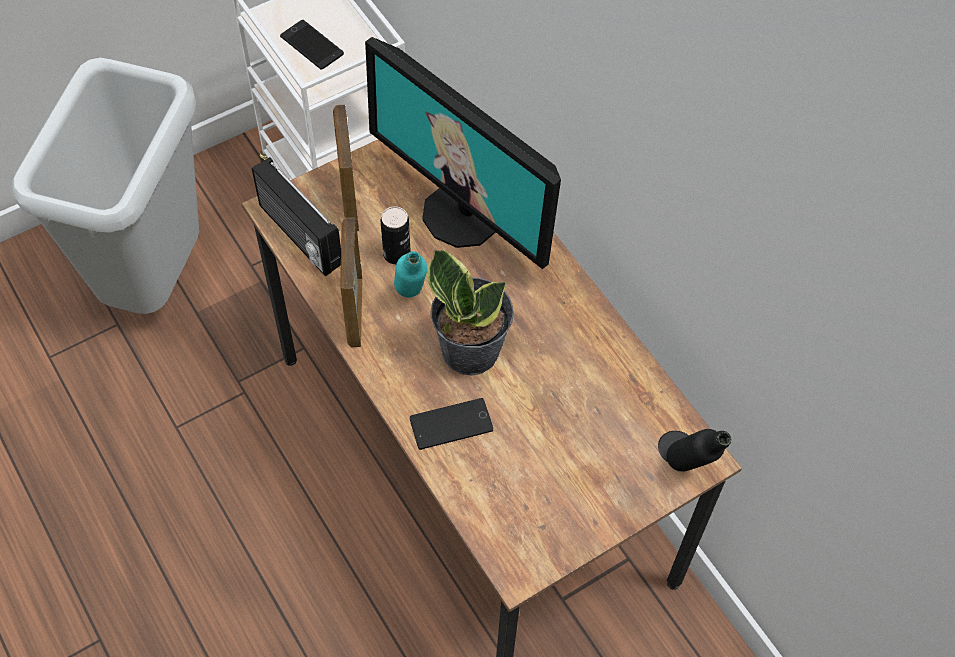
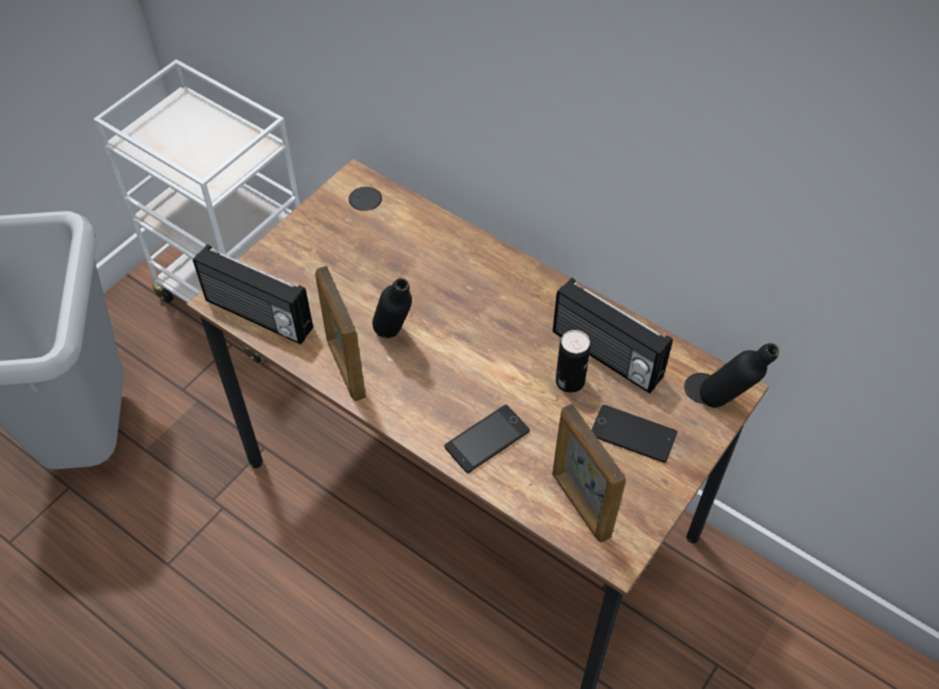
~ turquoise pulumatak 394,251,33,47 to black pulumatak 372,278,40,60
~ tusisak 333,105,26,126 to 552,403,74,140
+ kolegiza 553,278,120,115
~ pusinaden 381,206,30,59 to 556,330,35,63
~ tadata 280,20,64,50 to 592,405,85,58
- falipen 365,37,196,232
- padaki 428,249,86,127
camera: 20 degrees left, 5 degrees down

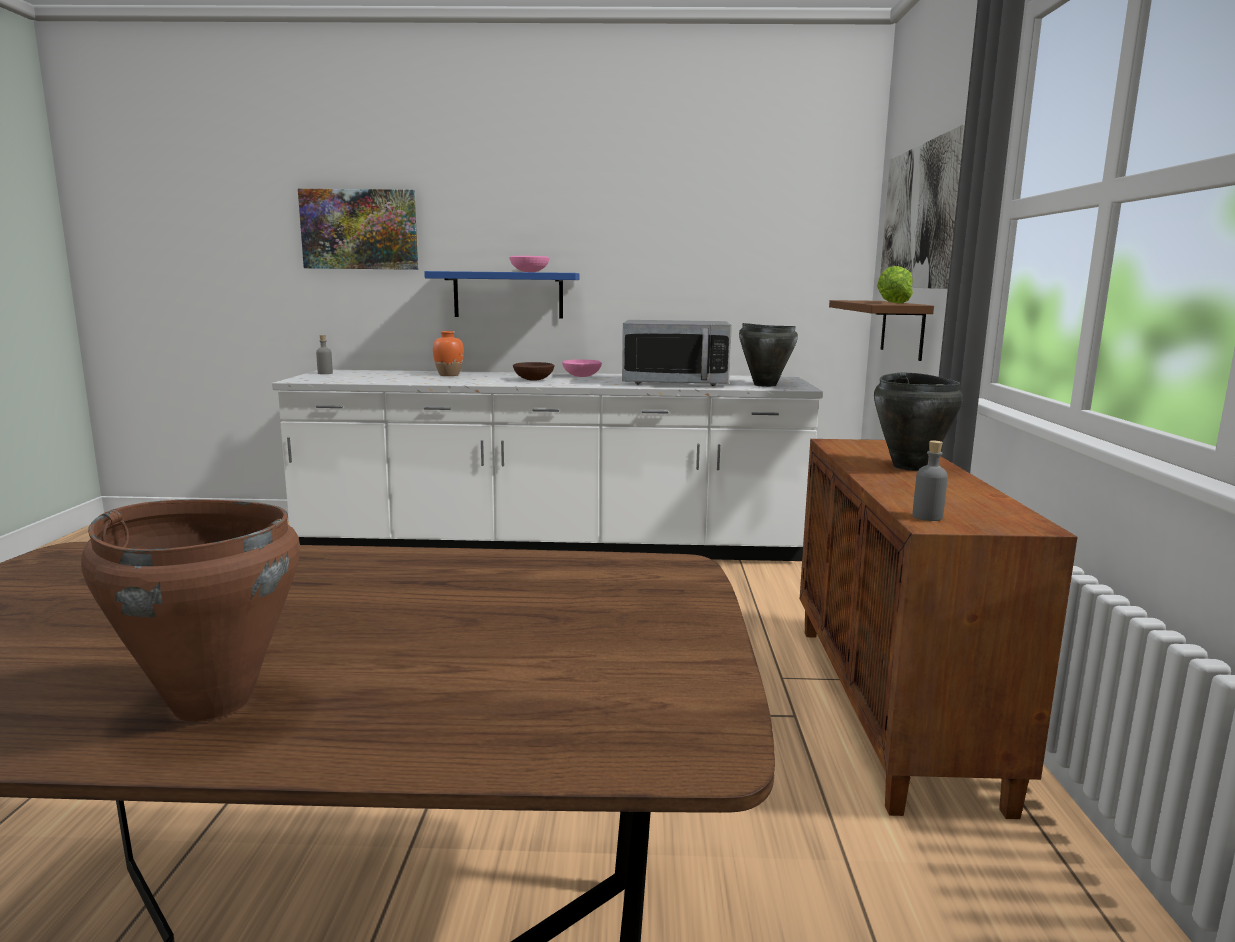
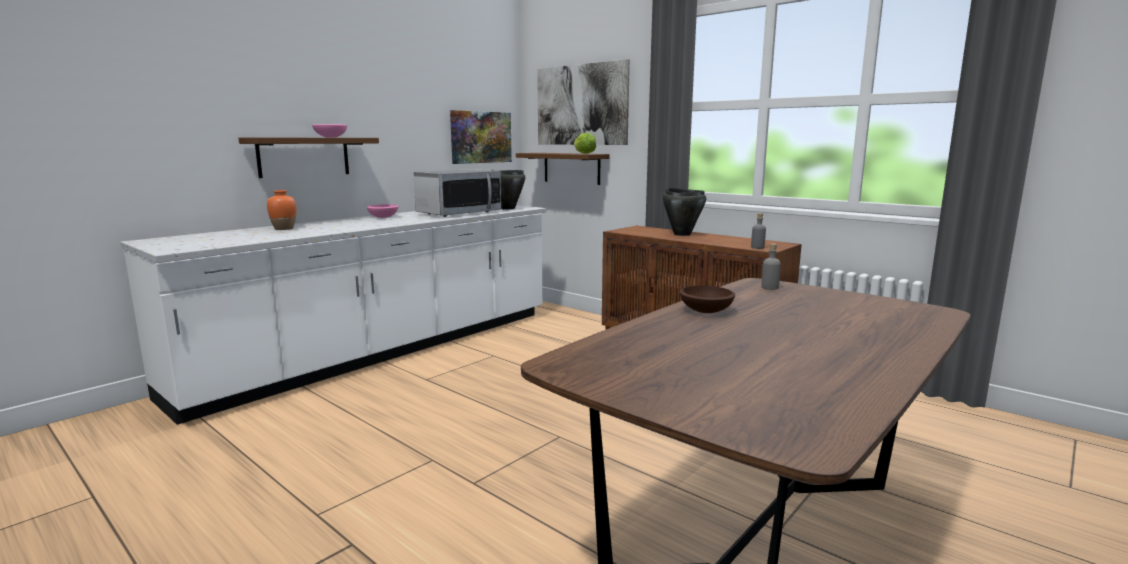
~ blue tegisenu 424,271,156,47 to brown tegisenu 239,138,140,40
~ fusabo 298,189,120,81 to 450,110,62,54
~ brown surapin 513,362,42,18 to 680,286,56,27
~ grey pulumatak 316,335,17,39 to 761,243,20,47
- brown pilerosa 81,500,219,222
camera: 50 degrees left, 0 degrees up

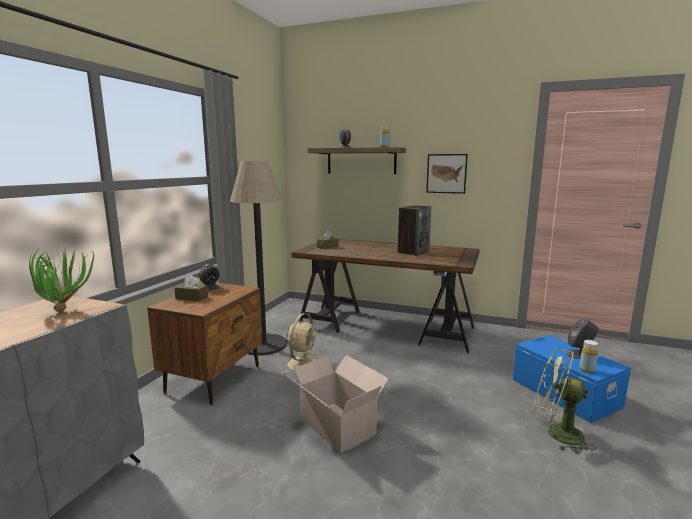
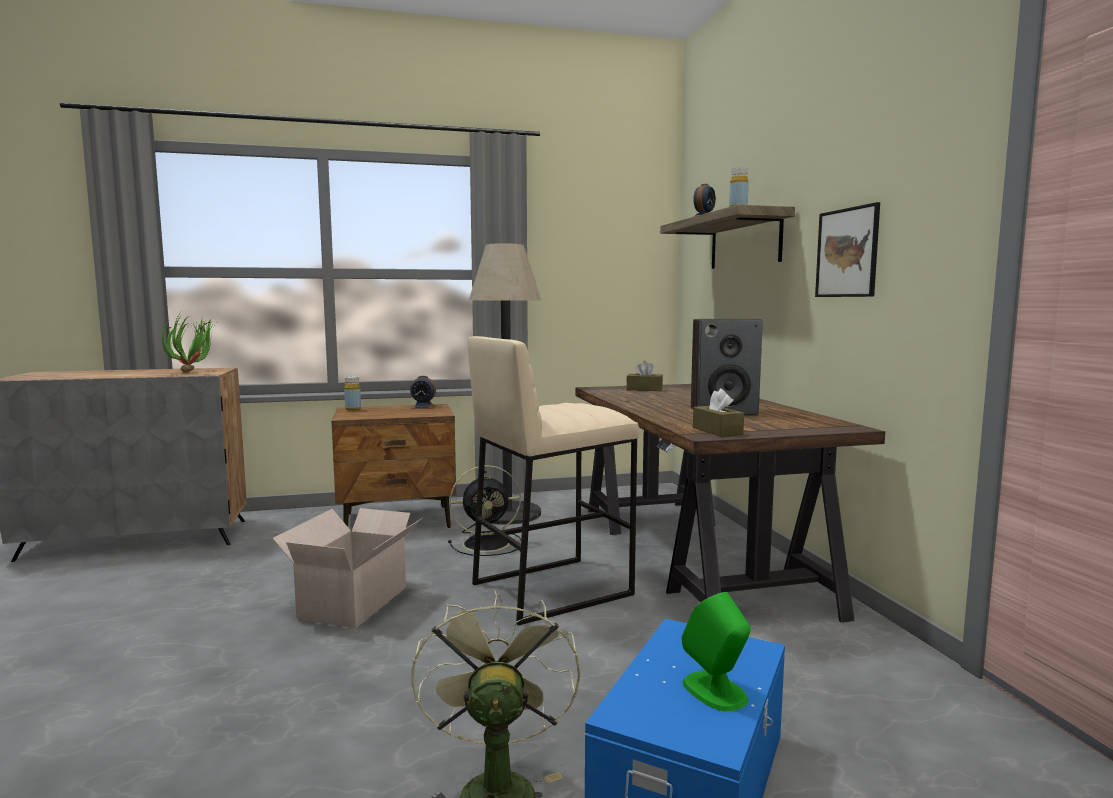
~ yellow pulumatak 580,340,18,33 to 344,376,17,35
~ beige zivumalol 281,313,42,62 to black zivumalol 448,465,73,91
+ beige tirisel 468,336,171,289
~ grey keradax 566,318,33,41 to green keradax 682,592,68,119
~ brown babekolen 175,275,33,26 to 693,388,51,49
camera: 55 degrees right, 5 degrees down

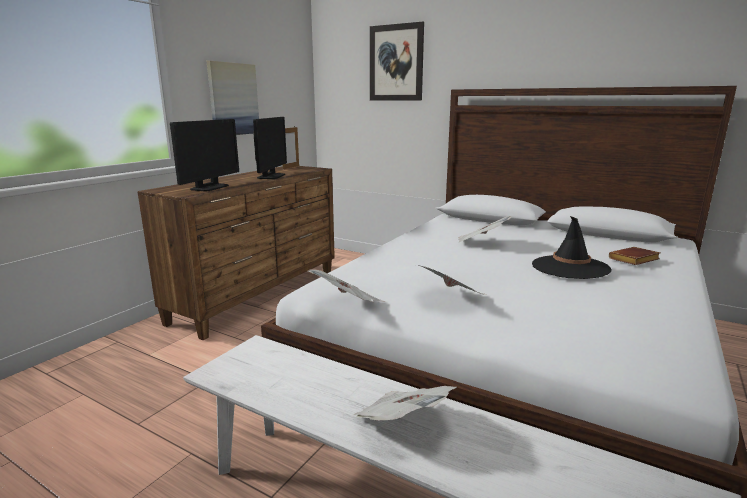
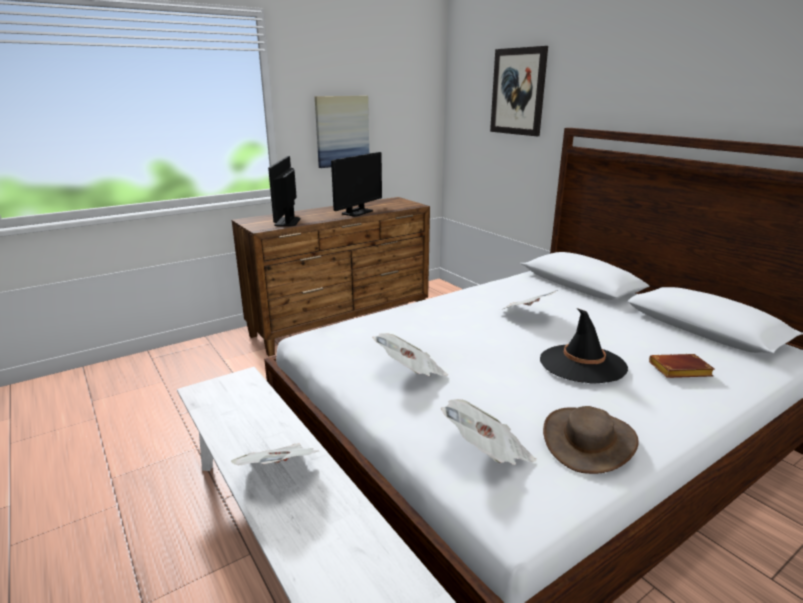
~ falipen 170,119,69,72 = 268,156,33,70 135 degrees clockwise
~ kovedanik 308,269,78,33 to 441,399,95,66
+ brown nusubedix 543,406,96,68
- tusisak 283,127,16,42
camera: 25 degrees right, 5 degrees up

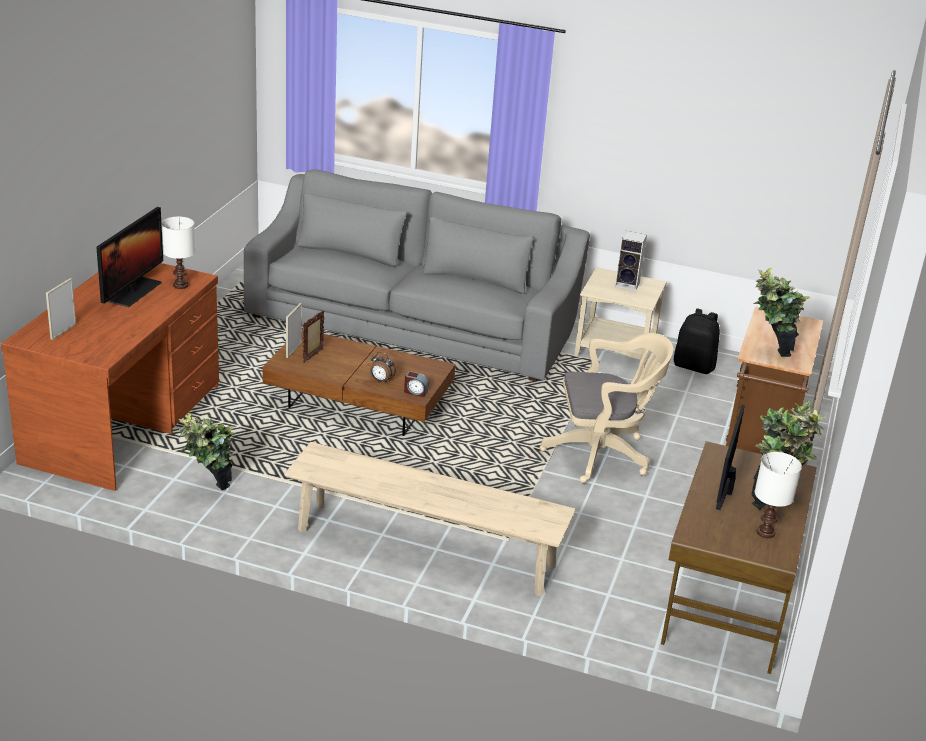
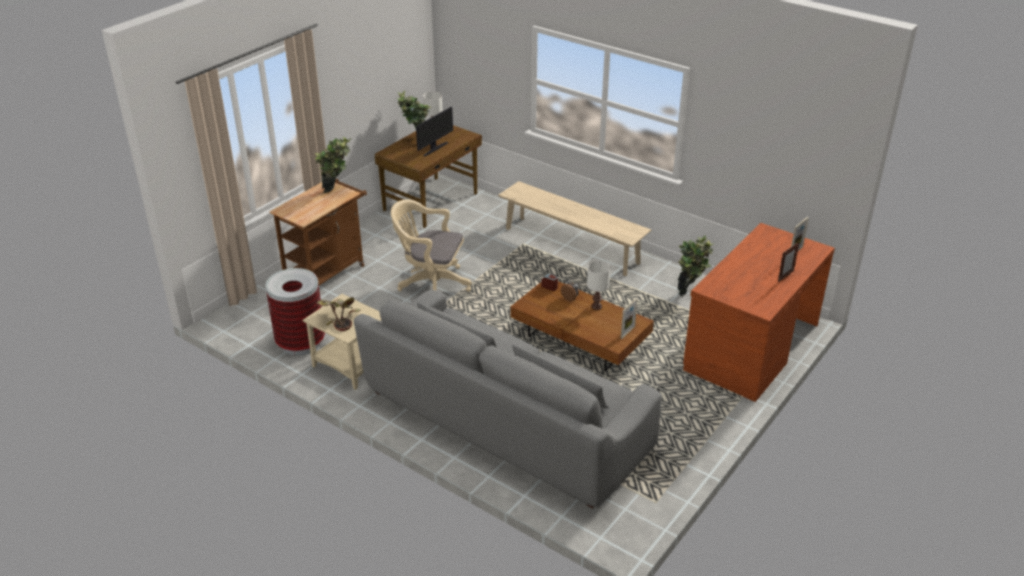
~ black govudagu 674,309,46,65 to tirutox 265,268,60,87
~ keradax 615,231,32,60 to padaki 316,297,45,34
~ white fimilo 161,217,34,72 to 587,261,24,49
~ tusisak 303,310,21,53 to 778,242,22,40
- falipen 96,207,67,100
camera: 160 degrees left, 5 degrees up

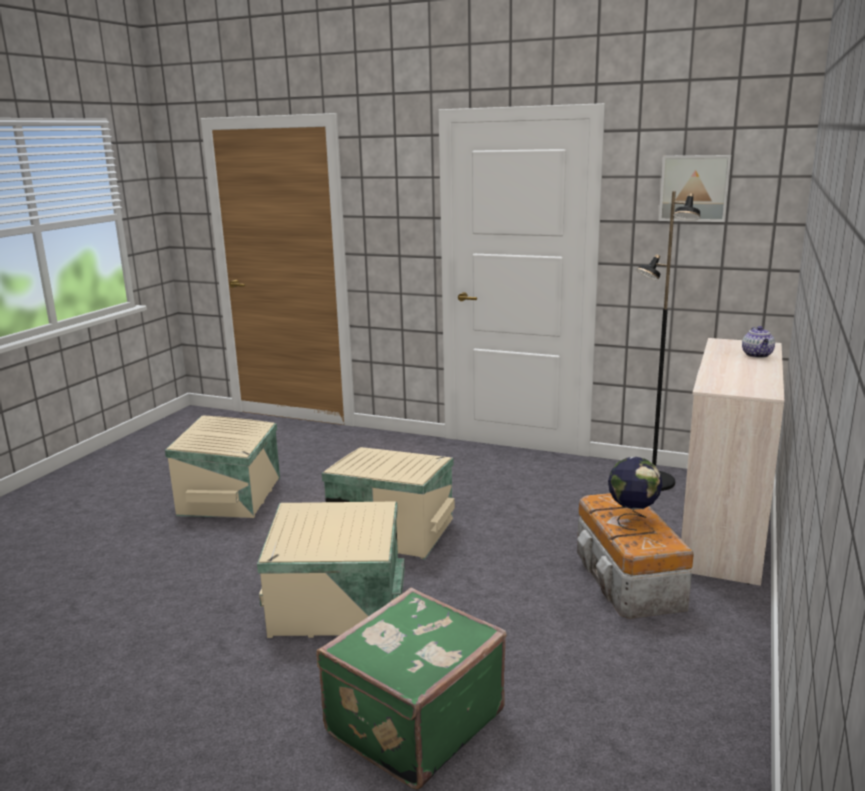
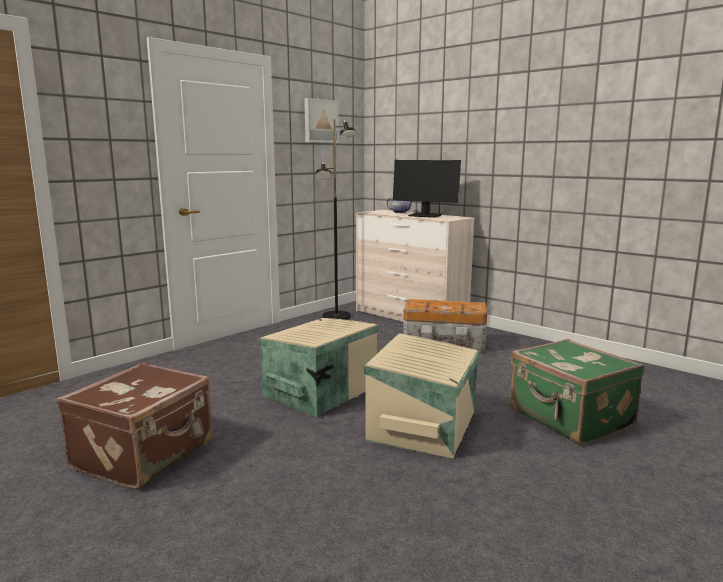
~ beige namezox 165,415,115,103 to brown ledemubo 57,362,155,127
+ falipen 393,160,68,58
- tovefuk 608,457,54,73
camera: 70 degrees left, 5 degrees down

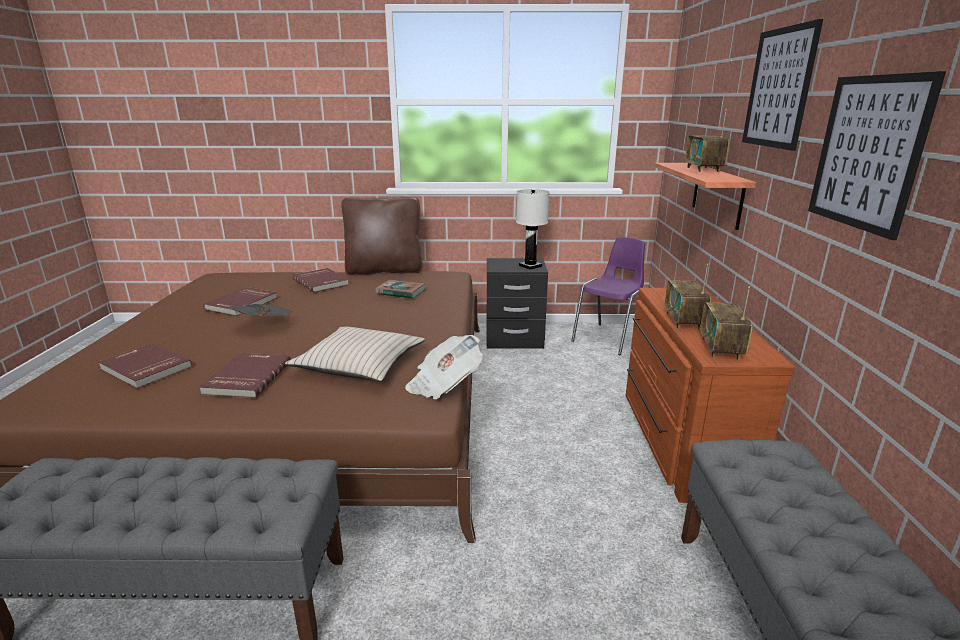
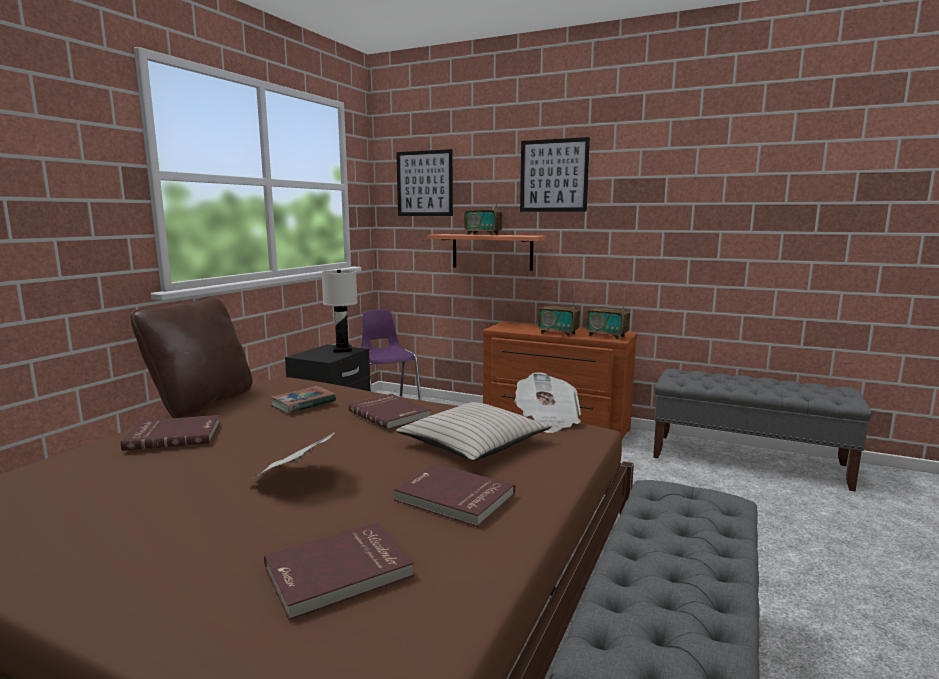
~ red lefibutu 203,287,74,29 to 349,394,82,36
~ fusabo 808,71,138,169 to 396,149,57,67
camera: 65 degrees left, 10 degrees down

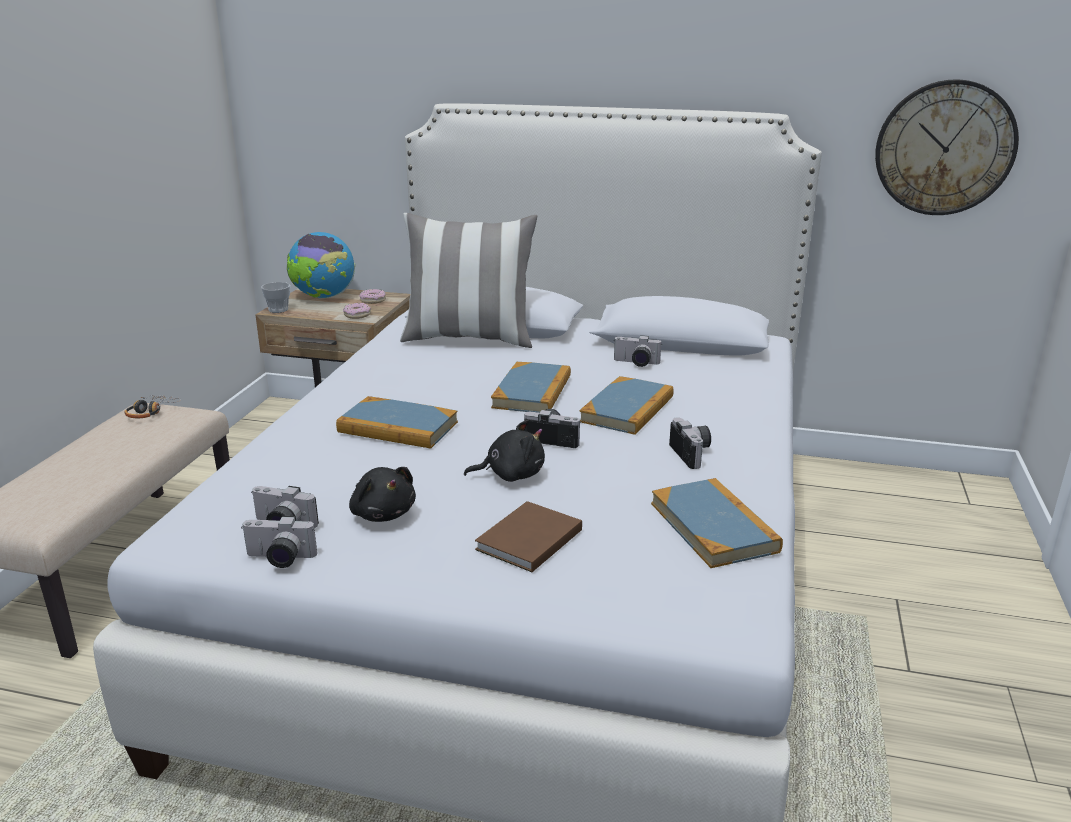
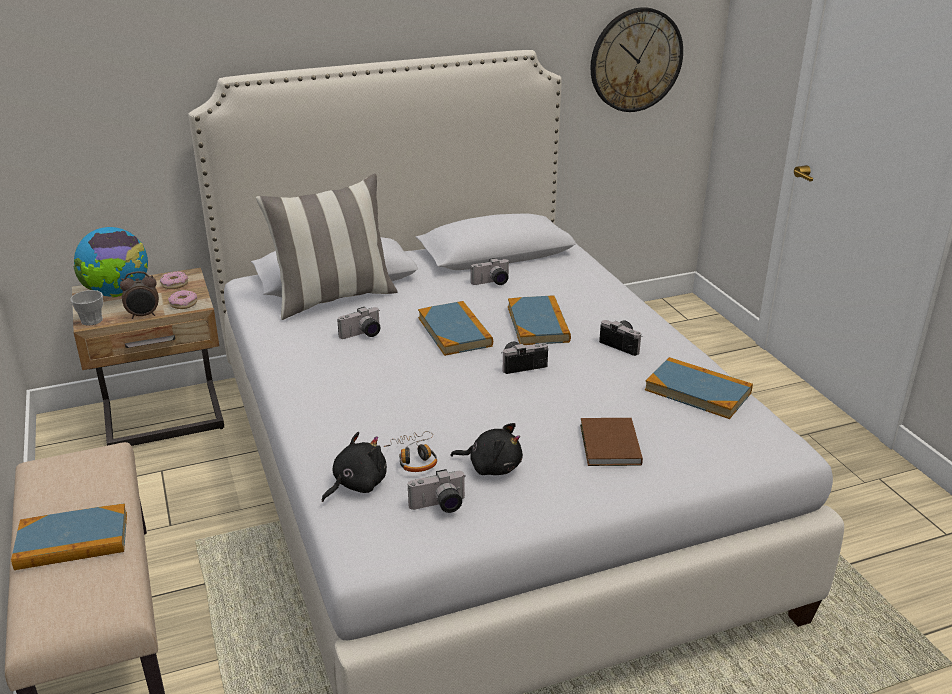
~ lefibutu 336,396,122,53 to 11,503,116,67
+ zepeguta 120,271,39,48
~ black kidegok 464,420,81,62 to 321,432,66,70
~ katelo 241,516,76,52 to 337,307,43,32
~ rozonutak 125,395,56,23 to 384,431,53,41
camera: 35 degrees left, 5 degrees up

